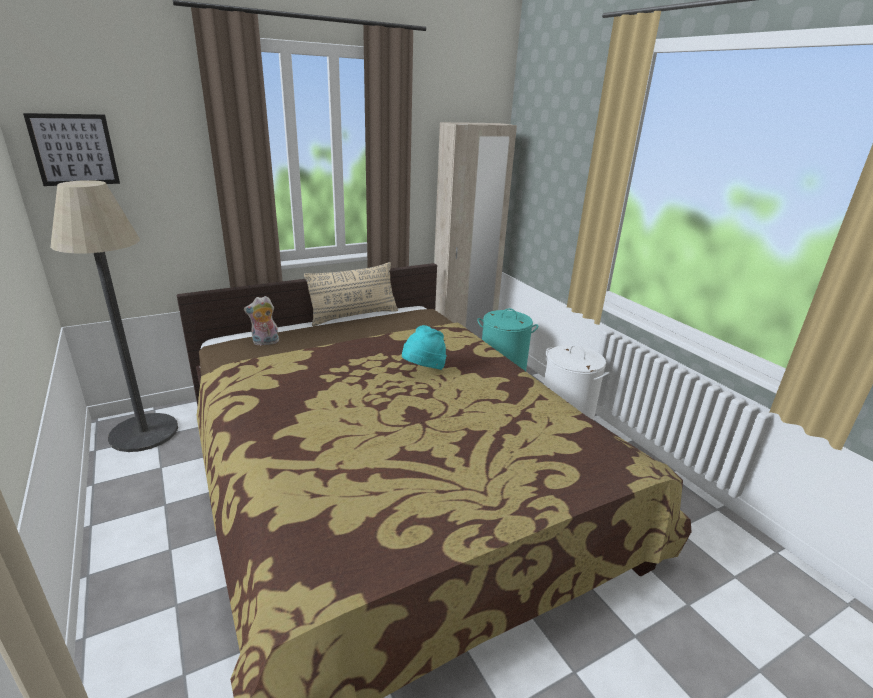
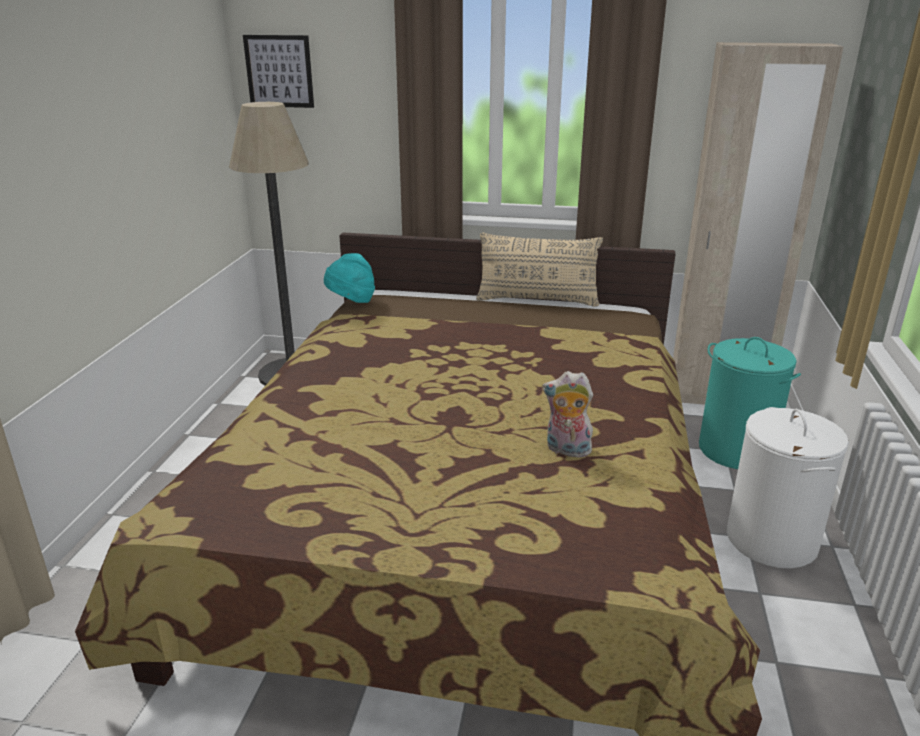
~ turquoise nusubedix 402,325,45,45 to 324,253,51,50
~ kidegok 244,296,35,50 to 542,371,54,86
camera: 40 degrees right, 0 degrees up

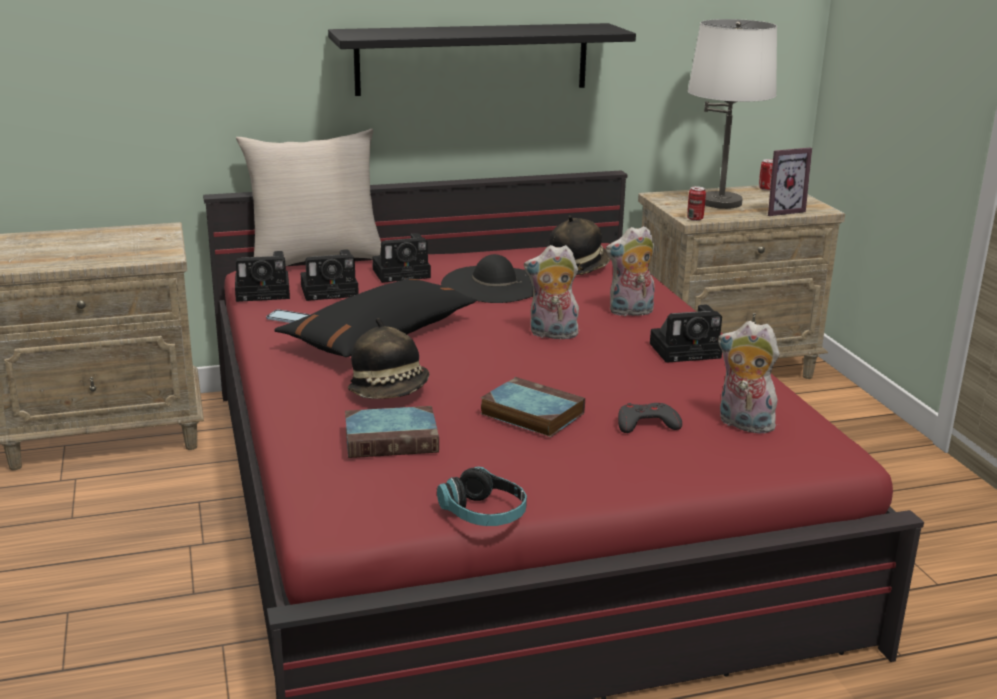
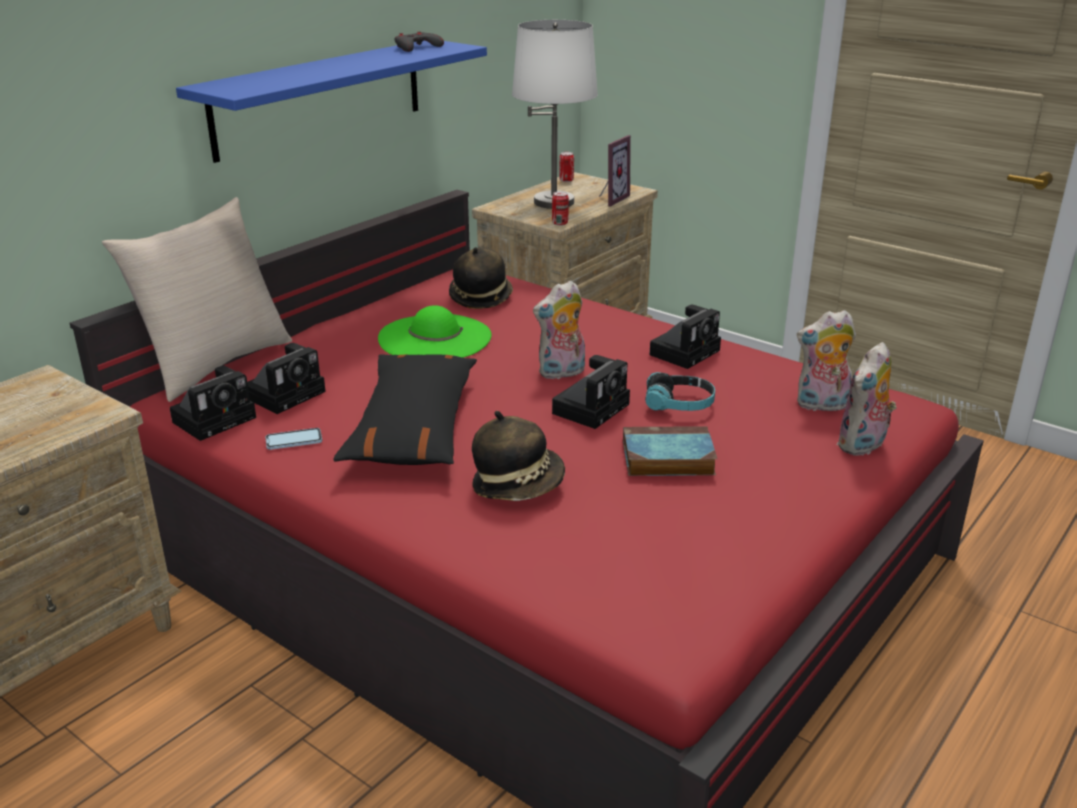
~ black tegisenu 328,23,308,73 to blue tegisenu 176,41,311,122
~ black nusubedix 441,254,92,49 to green nusubedix 378,305,114,53
~ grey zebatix 618,403,64,30 to 395,31,49,21
~ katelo 372,233,59,50 to 552,355,78,74
~ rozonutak 437,467,90,59 to 645,372,70,39
~ kidegok 606,226,49,90 to 837,342,59,114
- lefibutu 345,406,94,52
camera: 35 degrees left, 5 degrees up

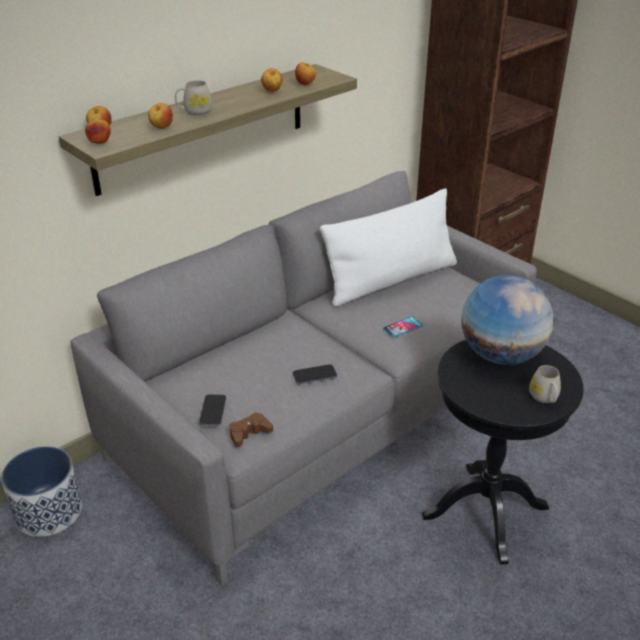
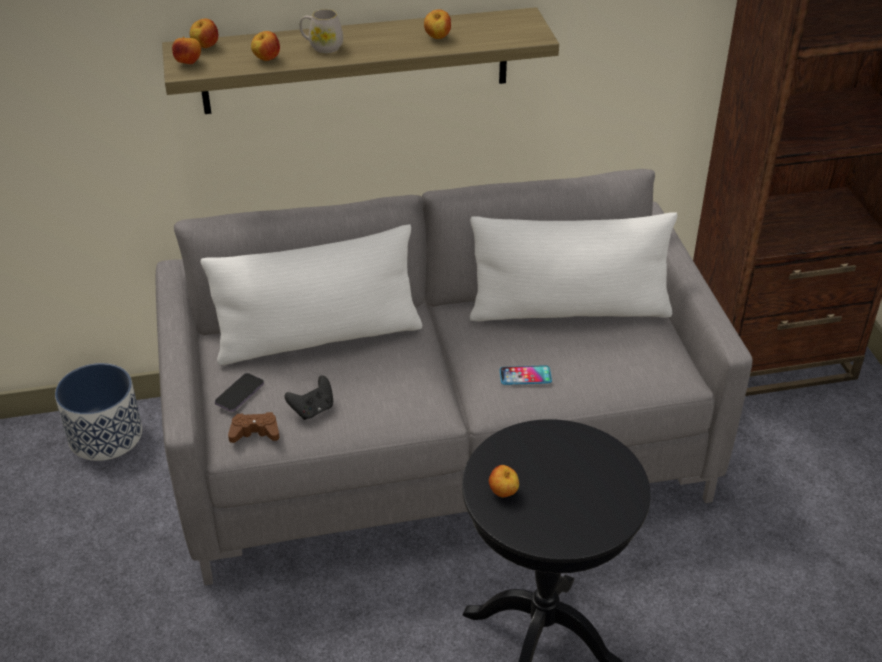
+ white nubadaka 201,224,221,141
+ black zebatix 284,375,49,45
~ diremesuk 295,62,21,23 to 489,465,30,33
- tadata 293,364,44,20
- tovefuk 461,275,92,90
- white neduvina 529,365,32,38
camera: 30 degrees right, 5 degrees up

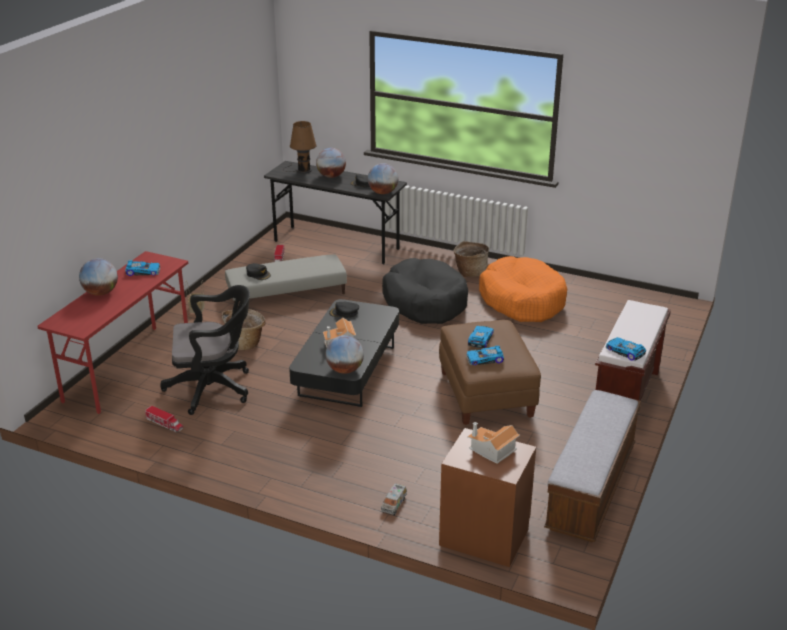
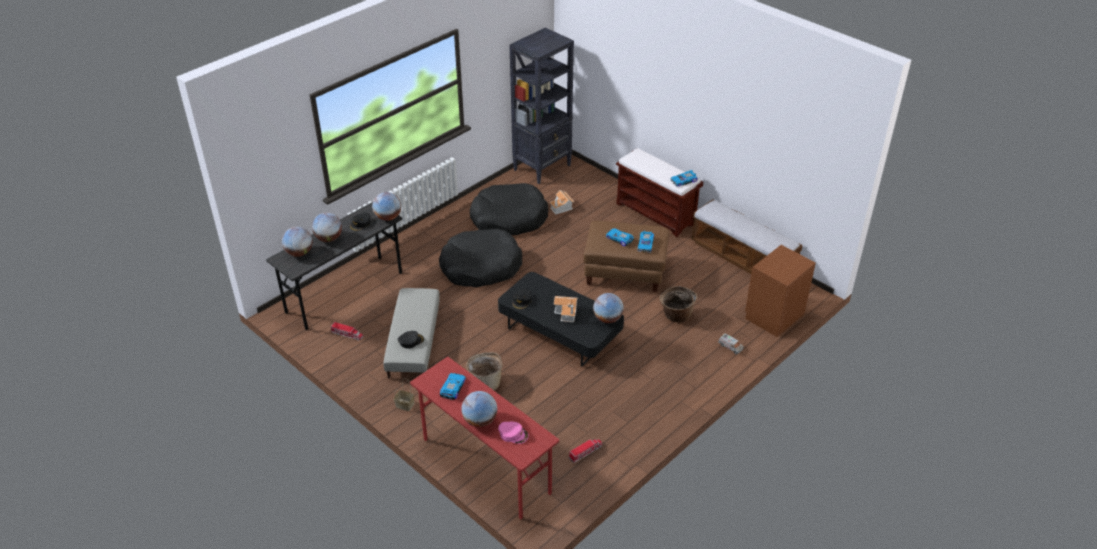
~ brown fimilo 283,121,34,52 to tovefuk 282,227,31,30
~ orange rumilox 479,256,88,66 to black rumilox 470,183,78,52
+ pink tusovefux 498,422,31,22
+ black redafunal 509,28,65,156
~ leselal 467,422,53,42 to 550,190,24,25
~ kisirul 454,241,35,36 to 659,286,38,36
- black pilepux 160,285,90,130
camera: 70 degrees left, 10 degrees up

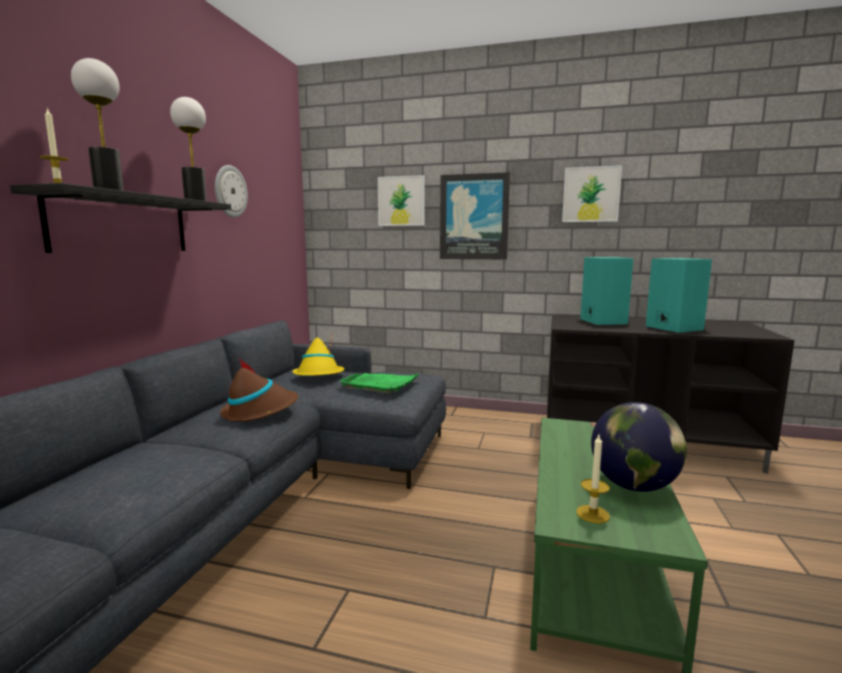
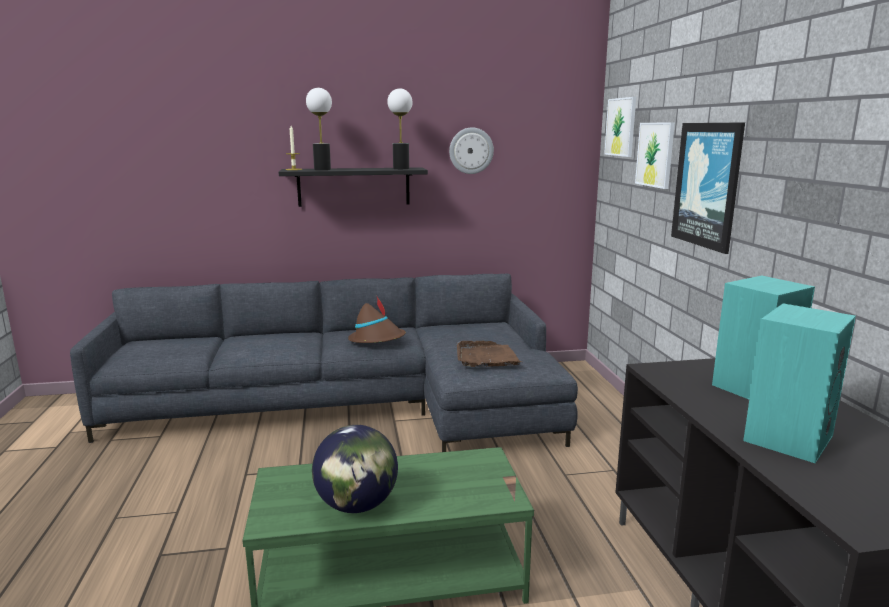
~ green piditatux 340,373,80,20 to brown piditatux 457,341,65,26
~ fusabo 562,165,60,57 to 604,97,32,60
- yellow nusubedix 292,333,52,43
- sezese 576,435,34,89
camera: 65 degrees right, 5 degrees up

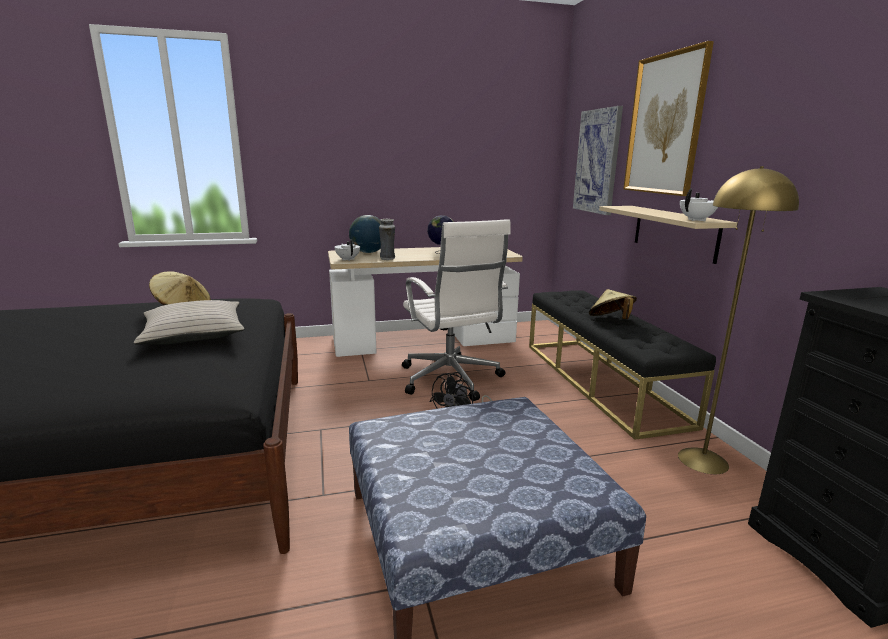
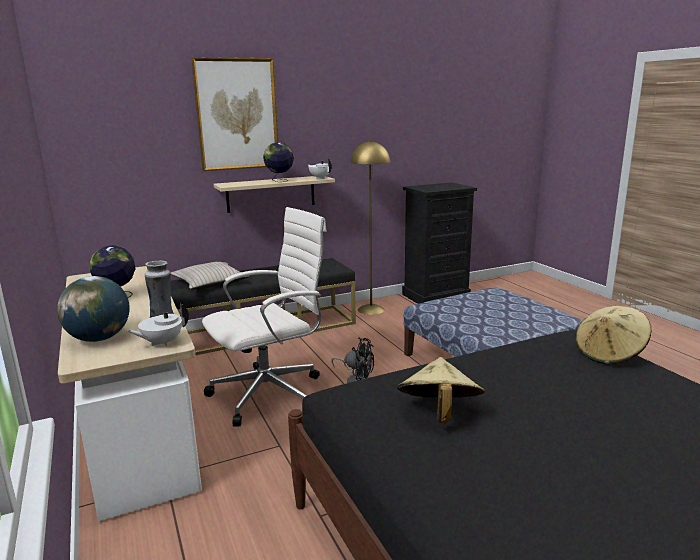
~ beige nubadaka 134,300,110,45 to 170,262,79,27
+ tovefuk 263,142,31,40
~ beige nusubedix 589,289,48,30 to 576,306,75,59
- fusabo 573,106,50,109
camera: 100 degrees left, 0 degrees up

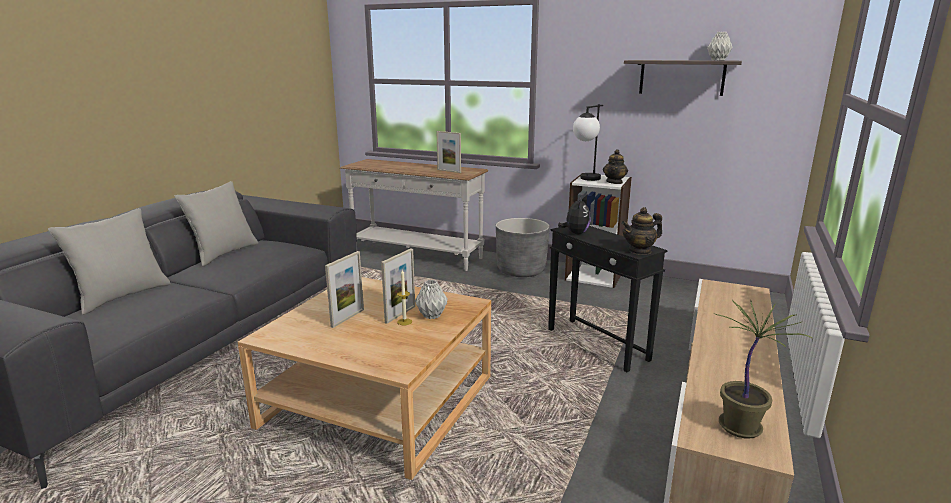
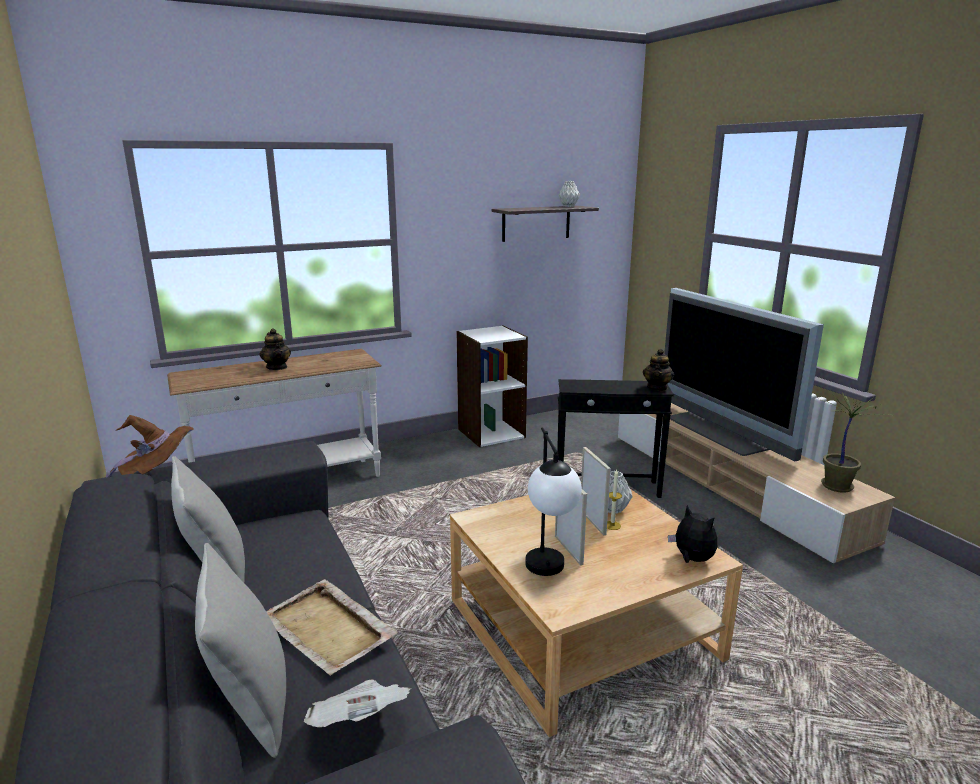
+ brown nusubedix 106,415,88,63
~ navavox 603,149,25,35 to 260,328,31,42
+ beige piditatux 266,579,132,97
+ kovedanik 304,679,107,48
~ fimilo 573,104,30,77 to 526,428,56,148
+ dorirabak 664,288,160,173
~ kidegok 558,197,33,37 to 668,505,49,58
- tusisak 437,131,24,42
- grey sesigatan 496,218,54,59
camera: 50 degrees left, 0 degrees up

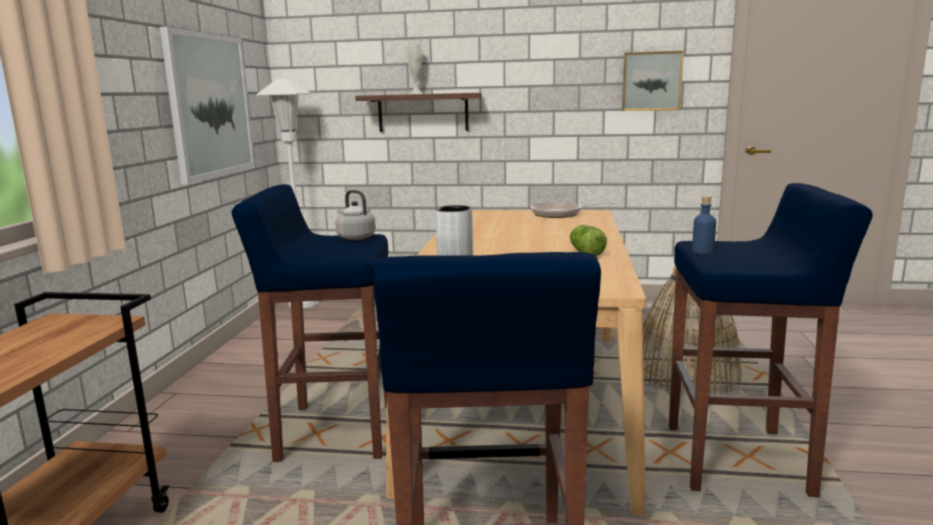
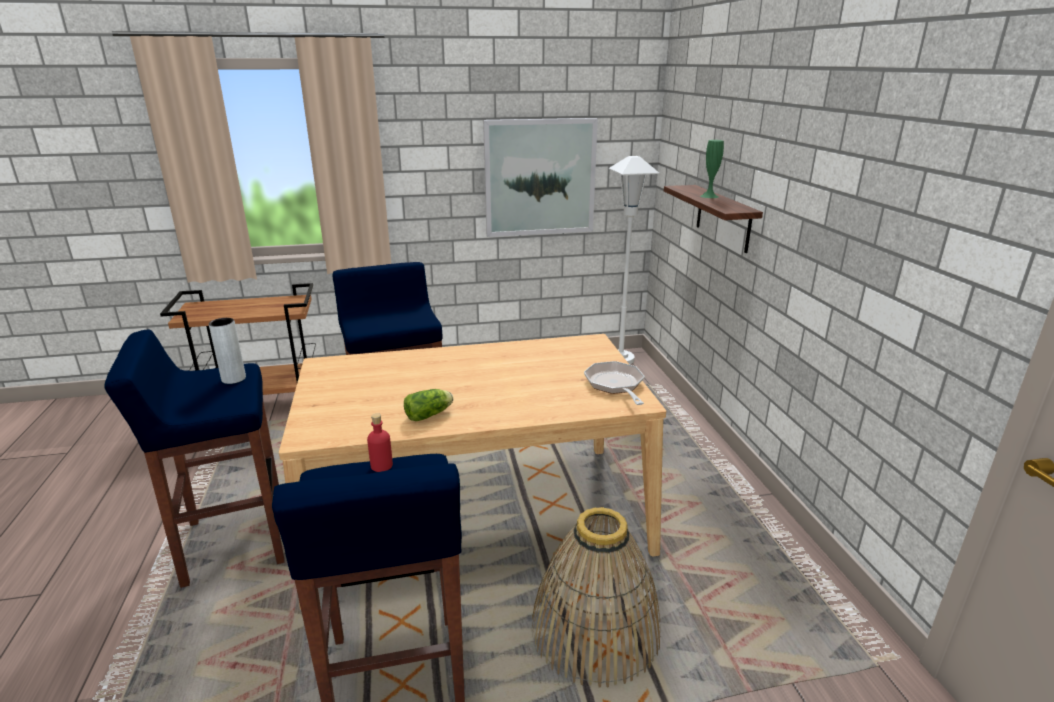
~ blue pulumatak 692,196,24,58 to red pulumatak 367,413,26,59
~ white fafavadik 407,44,17,50 to green fafavadik 700,140,24,58
- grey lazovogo 336,190,40,50
- fusabo 622,51,62,60
camera: 70 degrees right, 10 degrees up

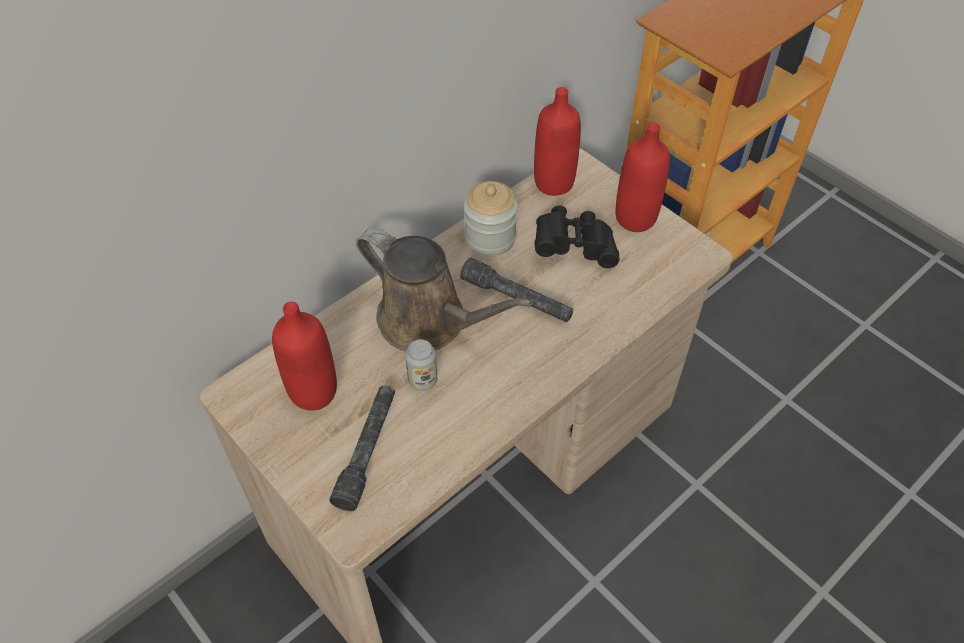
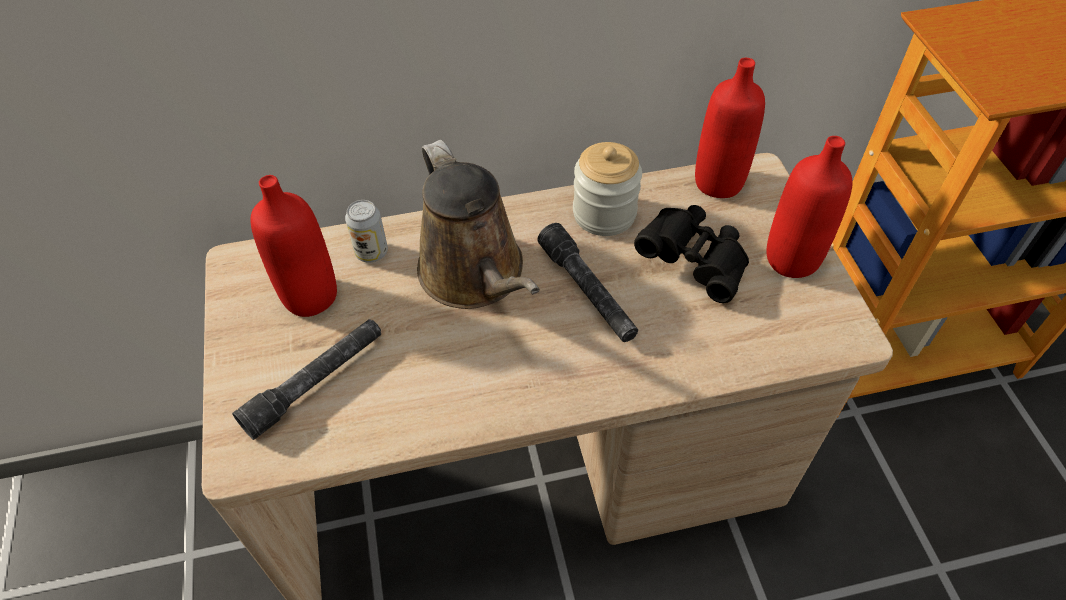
~ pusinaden 405,339,32,52 to 345,200,43,63
camera: 30 degrees right, 0 degrees up

